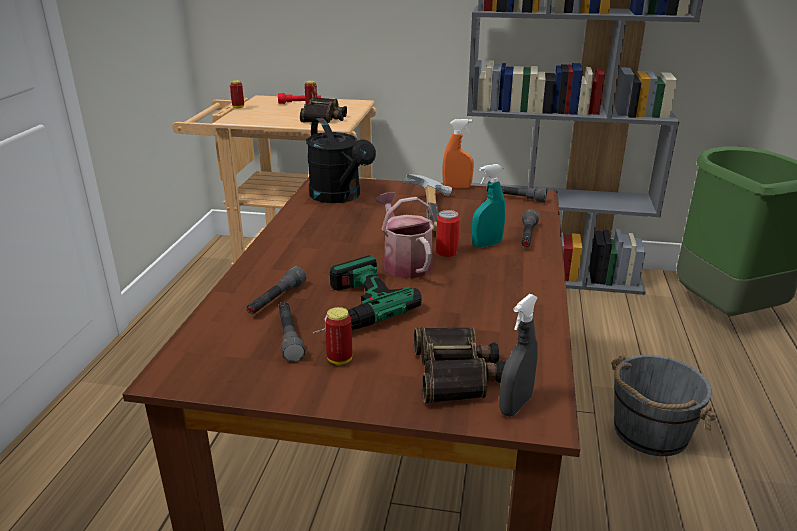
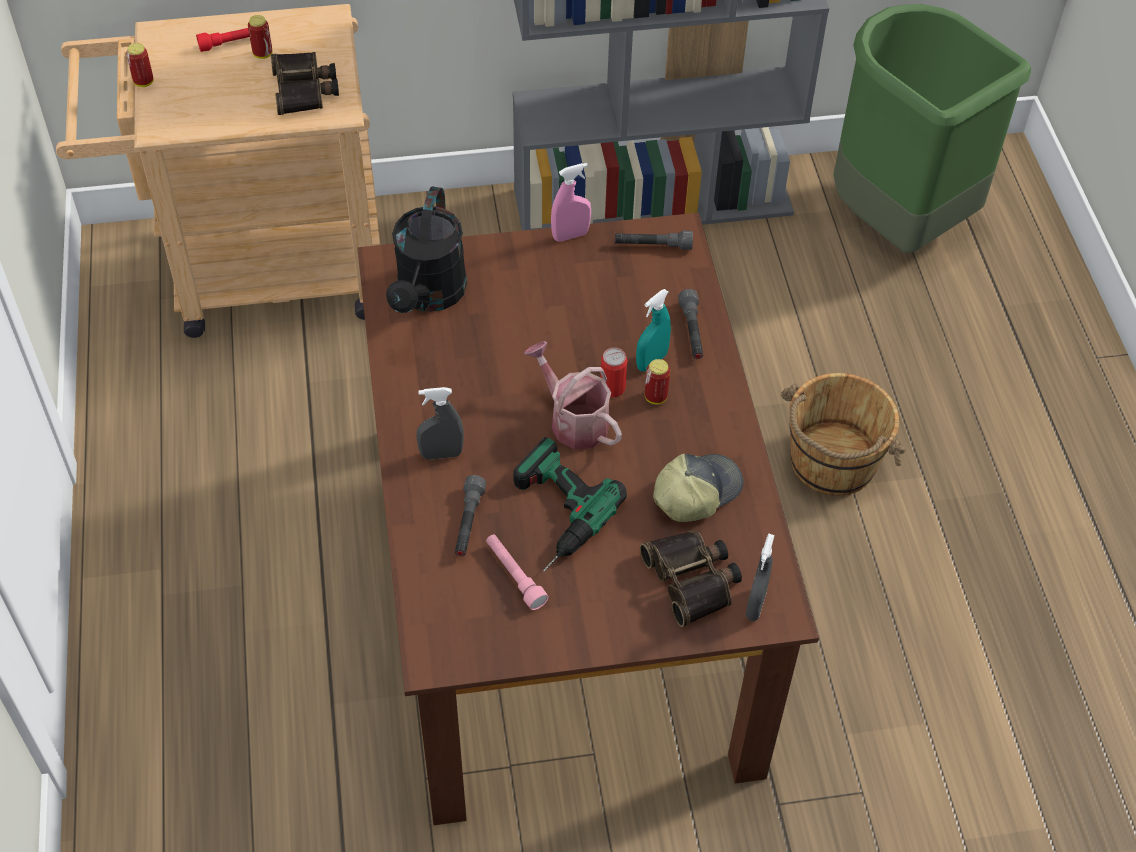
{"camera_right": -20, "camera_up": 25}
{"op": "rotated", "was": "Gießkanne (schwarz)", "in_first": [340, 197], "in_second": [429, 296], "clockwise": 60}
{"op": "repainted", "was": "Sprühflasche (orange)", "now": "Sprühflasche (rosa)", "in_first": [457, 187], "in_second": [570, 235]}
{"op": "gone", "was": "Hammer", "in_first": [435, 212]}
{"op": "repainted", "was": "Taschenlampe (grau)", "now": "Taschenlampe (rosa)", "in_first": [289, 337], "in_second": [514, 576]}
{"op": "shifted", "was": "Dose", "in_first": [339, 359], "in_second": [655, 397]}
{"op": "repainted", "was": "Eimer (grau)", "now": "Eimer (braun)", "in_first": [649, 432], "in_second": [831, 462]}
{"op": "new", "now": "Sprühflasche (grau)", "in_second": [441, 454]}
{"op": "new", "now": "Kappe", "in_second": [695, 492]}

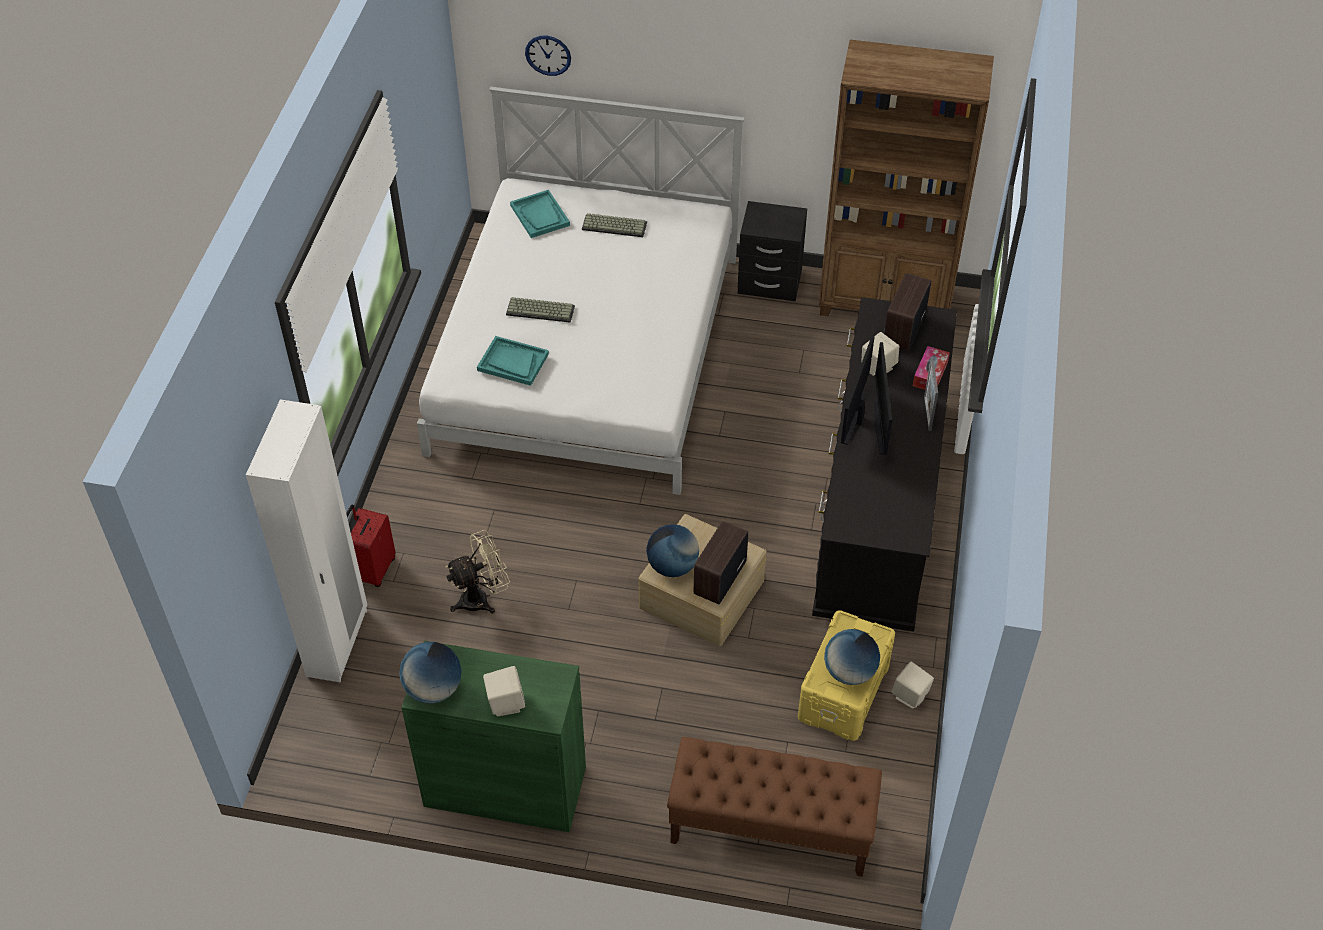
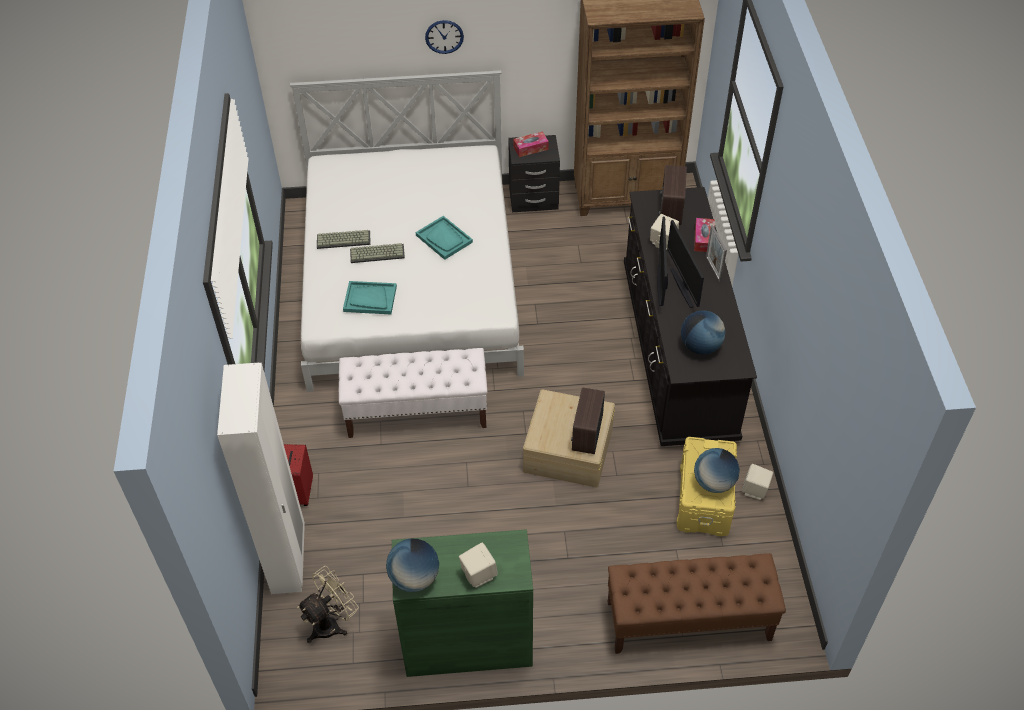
{"camera_right": -15, "camera_up": 0}
{"op": "shifted", "was": "Wanduhr", "in_first": [548, 55], "in_second": [444, 36]}
{"op": "shifted", "was": "Tablett (türkis)", "in_first": [540, 215], "in_second": [444, 239]}
{"op": "shifted", "was": "Tastatur", "in_first": [615, 225], "in_second": [344, 239]}
{"op": "shifted", "was": "Globus", "in_first": [672, 566], "in_second": [700, 346]}
{"op": "shifted", "was": "Ventilator (beige)", "in_first": [481, 598], "in_second": [331, 623]}
{"op": "new", "now": "Taschentuchbox", "in_second": [530, 148]}
{"op": "new", "now": "Bank (weiß)", "in_second": [417, 412]}

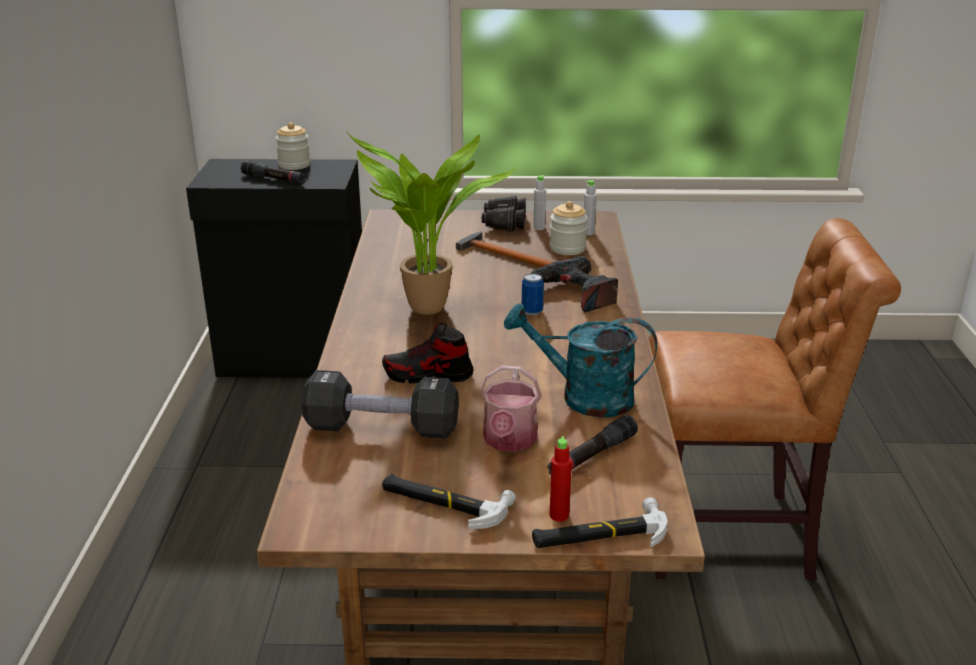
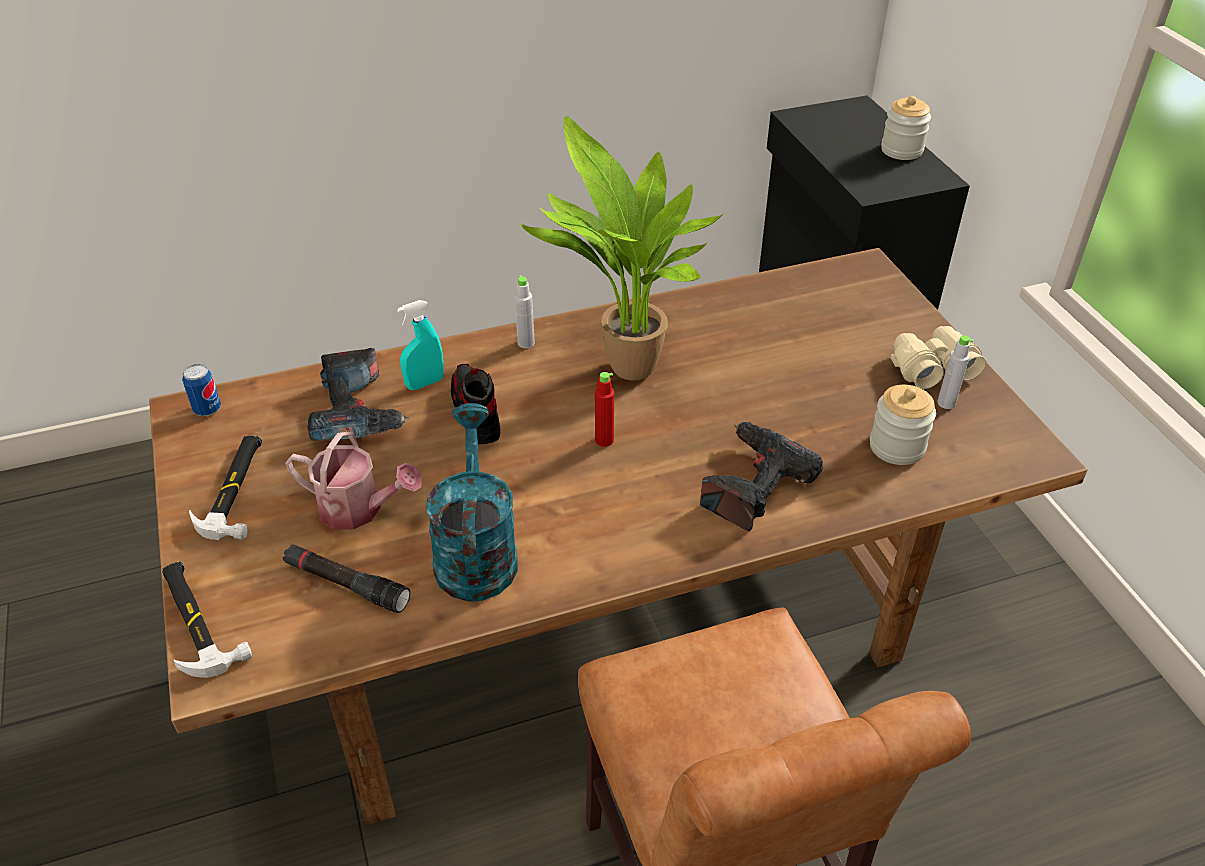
{"camera_right": 70, "camera_up": 15}
{"op": "gone", "was": "Taschenlampe (schwarz)", "in_first": [273, 179]}
{"op": "shifted", "was": "Flasche (grau)", "in_first": [588, 233], "in_second": [526, 343]}
{"op": "repainted", "was": "Fernglas (schwarz)", "now": "Fernglas (beige)", "in_first": [504, 223], "in_second": [931, 367]}
{"op": "gone", "was": "Hammer", "in_first": [503, 254]}
{"op": "shifted", "was": "Dose", "in_first": [532, 311], "in_second": [207, 409]}
{"op": "rotated", "was": "Gießkanne", "in_first": [509, 441], "in_second": [359, 509], "clockwise": -150}
{"op": "swapped", "was": "Hantel (schwarz)", "now": "Bohrmaschine", "in_first": [382, 428], "in_second": [358, 410]}
{"op": "shifted", "was": "Flasche (rot)", "in_first": [559, 515], "in_second": [604, 440]}
{"op": "new", "now": "Sprühflasche (türkis)", "in_second": [425, 383]}

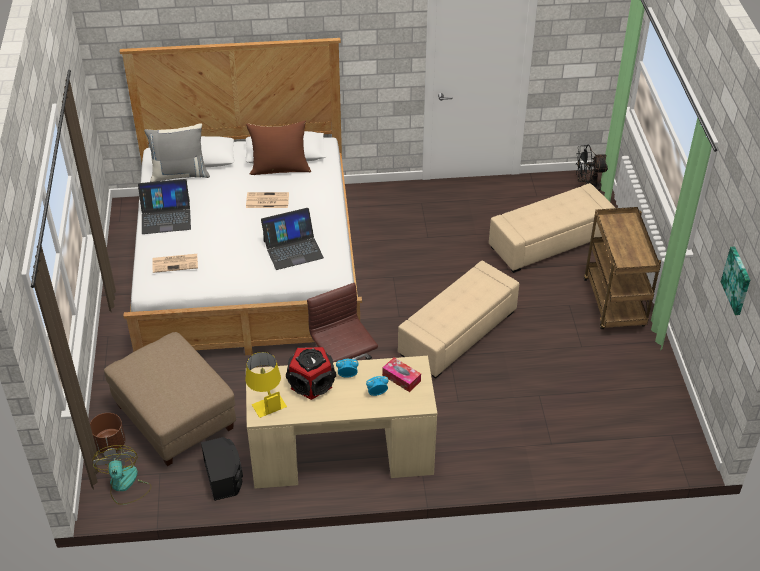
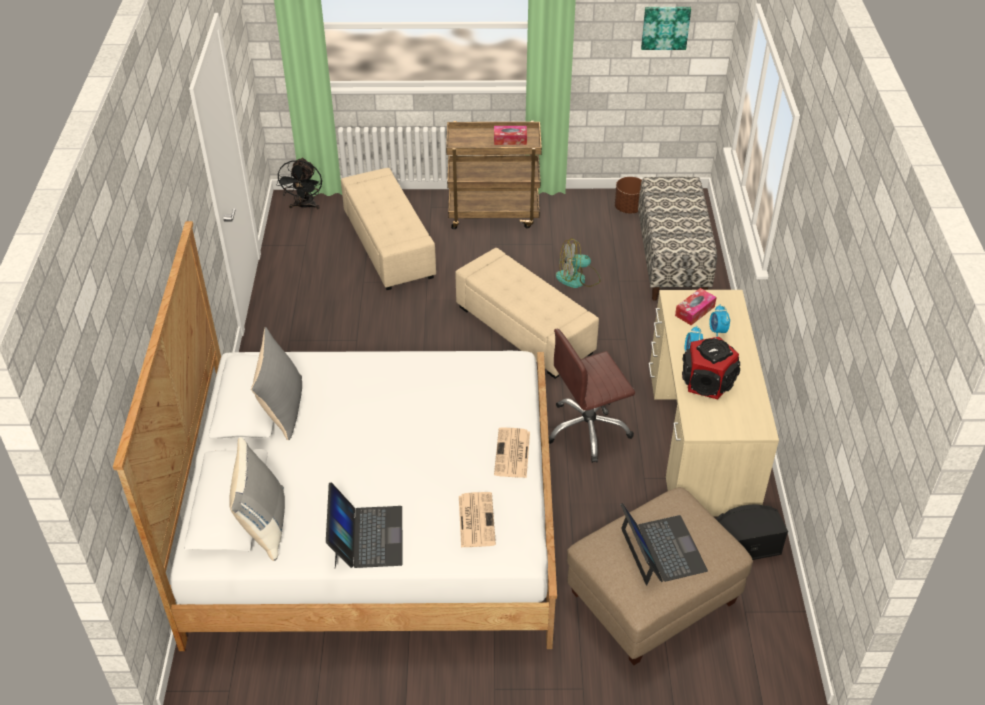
{"camera_right": -85, "camera_up": 0}
{"op": "repainted", "was": "Kissen (braun)", "now": "Kissen (grau)", "in_first": [280, 168], "in_second": [283, 408]}
{"op": "shifted", "was": "Zeitung", "in_first": [267, 201], "in_second": [512, 454]}
{"op": "shifted", "was": "Laptop", "in_first": [293, 249], "in_second": [661, 550]}
{"op": "gone", "was": "Tischlampe (gelb)", "in_first": [266, 401]}
{"op": "shifted", "was": "Pflanzkübel (braun)", "in_first": [110, 444], "in_second": [628, 208]}
{"op": "shifted", "was": "Ventilator", "in_first": [125, 485], "in_second": [578, 278]}
{"op": "new", "now": "Taschentuchbox", "in_second": [510, 140]}
{"op": "new", "now": "Bank", "in_second": [672, 261]}

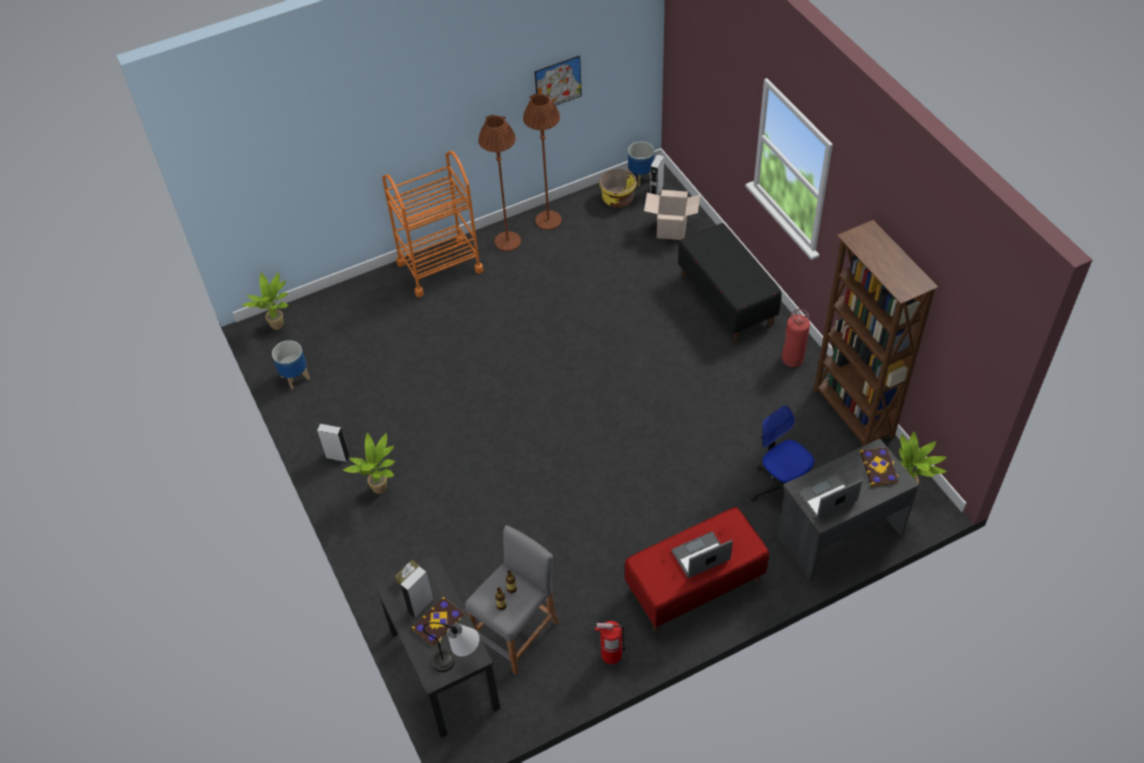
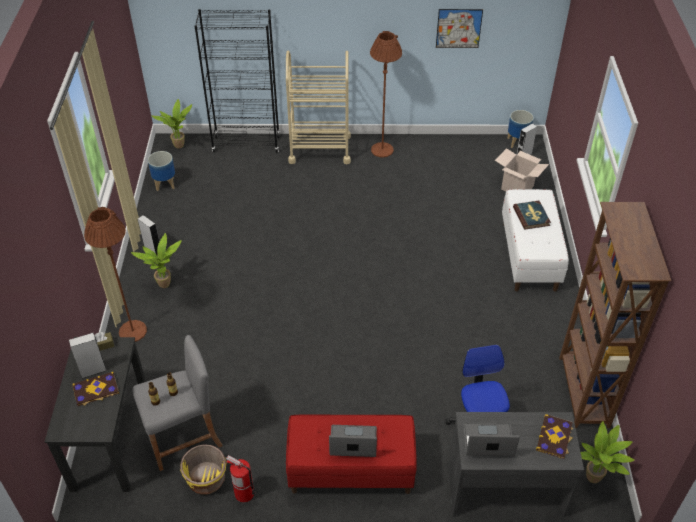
{"camera_right": 25, "camera_up": -5}
{"op": "shifted", "was": "Stehlampe (braun)", "in_first": [548, 220], "in_second": [133, 331]}
{"op": "repainted", "was": "Rollwagen (orange)", "now": "Rollwagen (beige)", "in_first": [439, 267], "in_second": [320, 149]}
{"op": "shifted", "was": "Pflanzkübel (gelb)", "in_first": [618, 199], "in_second": [206, 479]}
{"op": "repainted", "was": "Bank (schwarz)", "now": "Bank (weiß)", "in_first": [727, 299], "in_second": [529, 256]}
{"op": "gone", "was": "Feuerlöscher", "in_first": [792, 360]}
{"op": "gone", "was": "Tischlampe", "in_first": [459, 662]}
{"op": "new", "now": "Bücherregal (schwarz)", "in_second": [246, 144]}
{"op": "new", "now": "Buch", "in_second": [531, 216]}

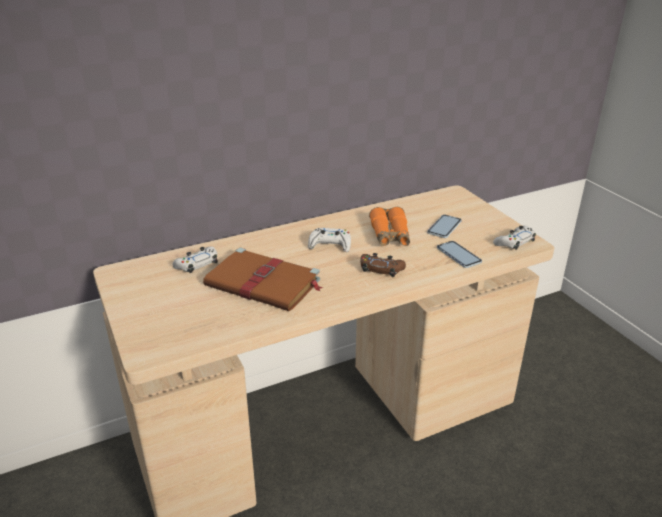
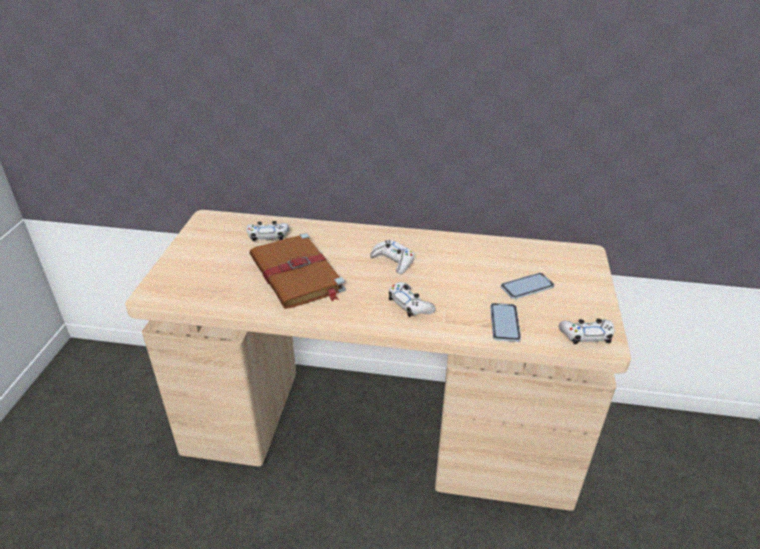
{"camera_right": 35, "camera_up": 5}
{"op": "gone", "was": "Fernglas (orange)", "in_first": [390, 235]}
{"op": "repainted", "was": "Gamepad (braun)", "now": "Gamepad (weiß)", "in_first": [381, 269], "in_second": [410, 305]}

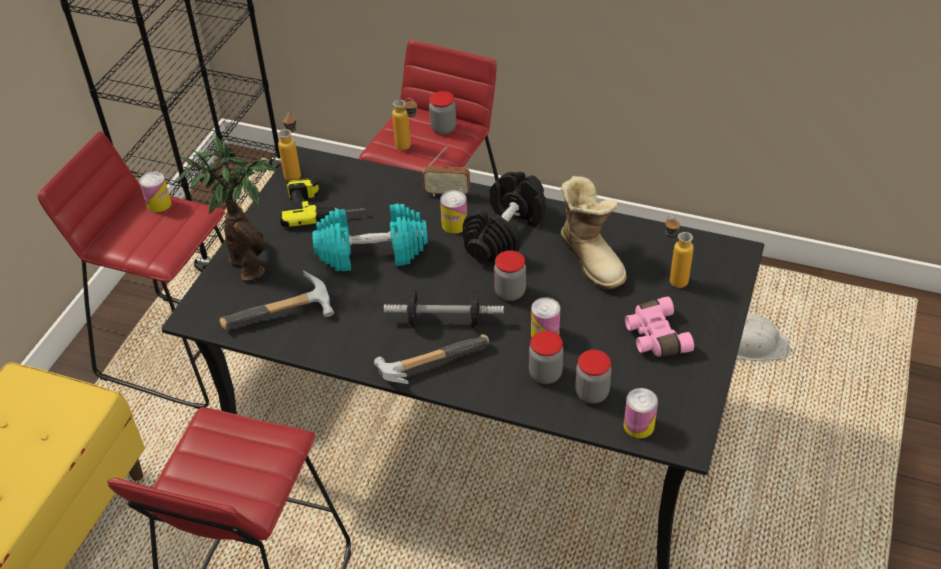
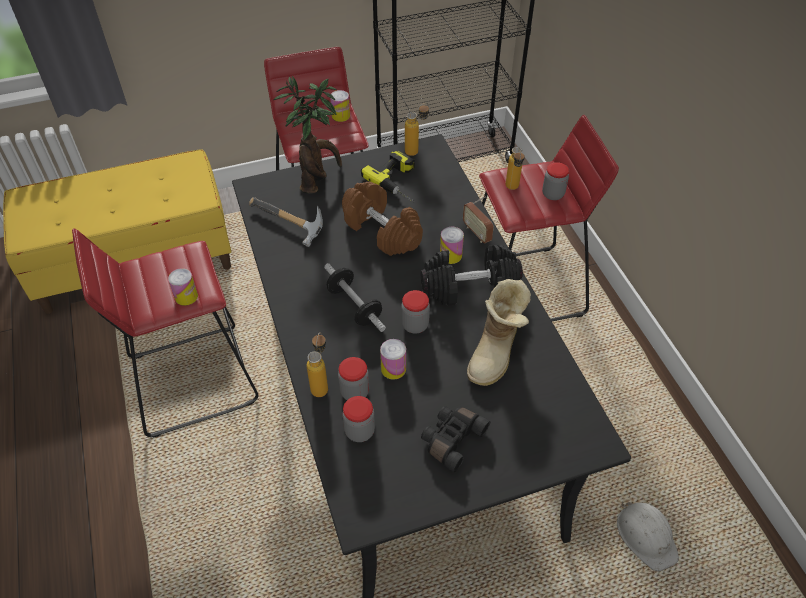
{"camera_right": 50, "camera_up": 5}
{"op": "repainted", "was": "Hantel (türkis)", "now": "Hantel (braun)", "in_first": [372, 252], "in_second": [382, 231]}
{"op": "shifted", "was": "Flasche", "in_first": [672, 278], "in_second": [321, 384]}
{"op": "repainted", "was": "Fernglas (rosa)", "now": "Fernglas (schwarz)", "in_first": [655, 336], "in_second": [451, 439]}
{"op": "gone", "was": "Hammer", "in_first": [428, 362]}
{"op": "shifted", "was": "Dose", "in_first": [638, 425], "in_second": [186, 296]}

